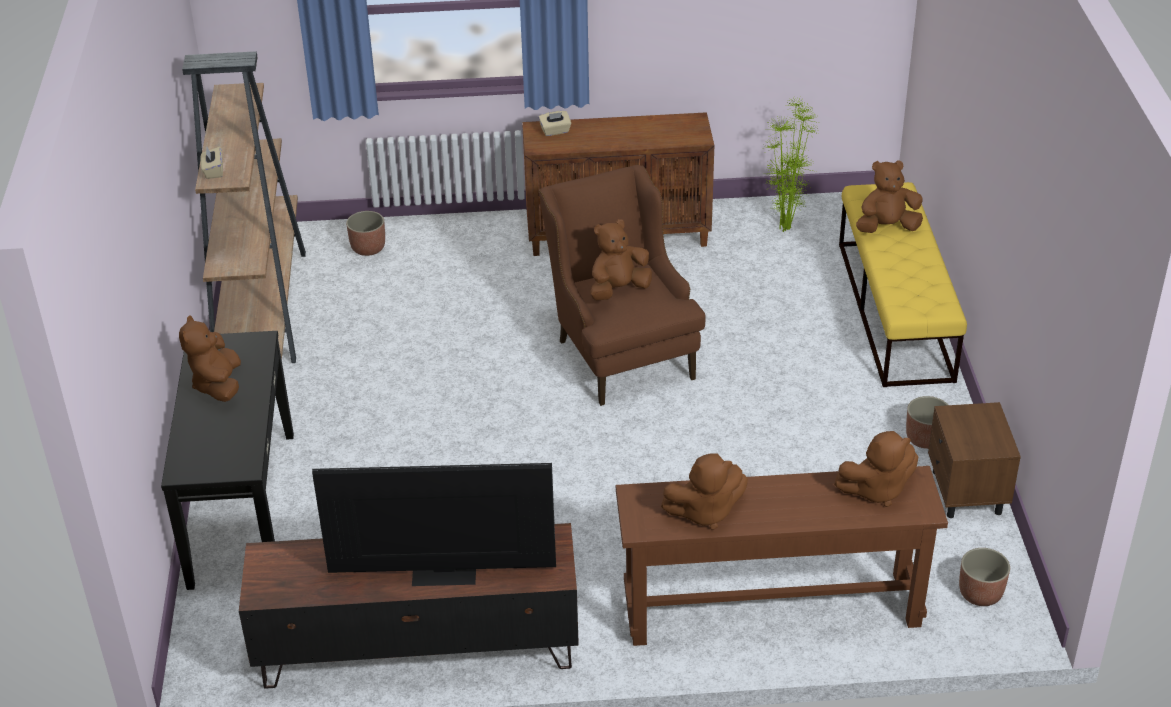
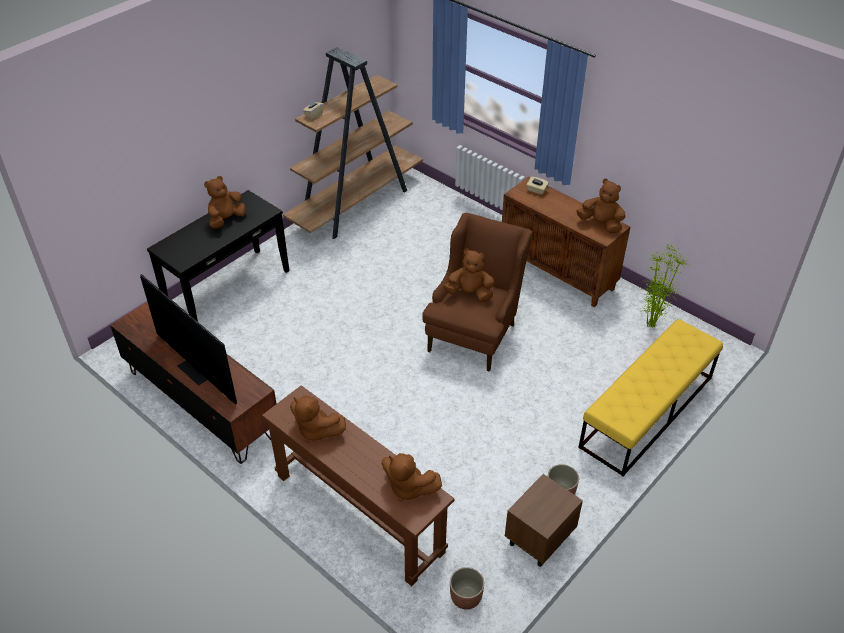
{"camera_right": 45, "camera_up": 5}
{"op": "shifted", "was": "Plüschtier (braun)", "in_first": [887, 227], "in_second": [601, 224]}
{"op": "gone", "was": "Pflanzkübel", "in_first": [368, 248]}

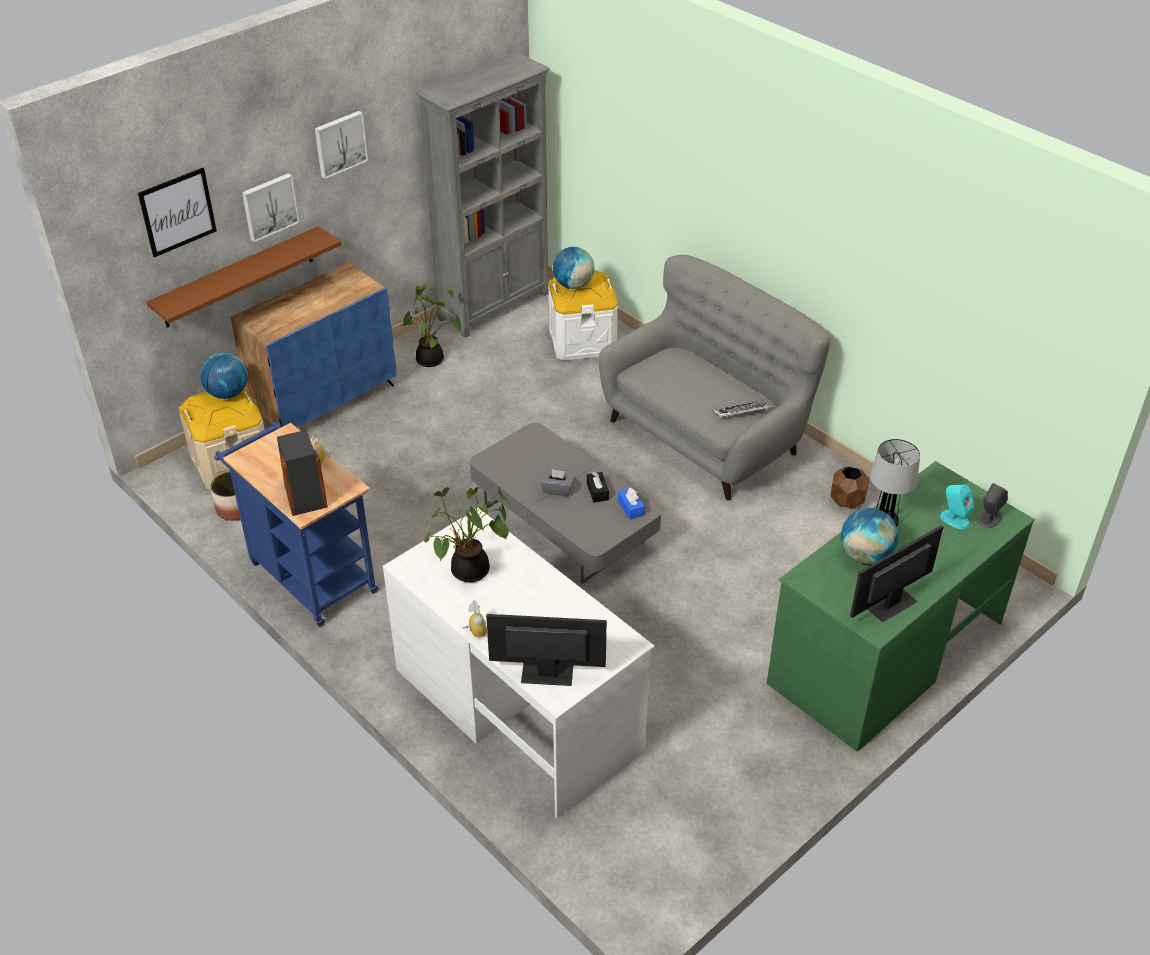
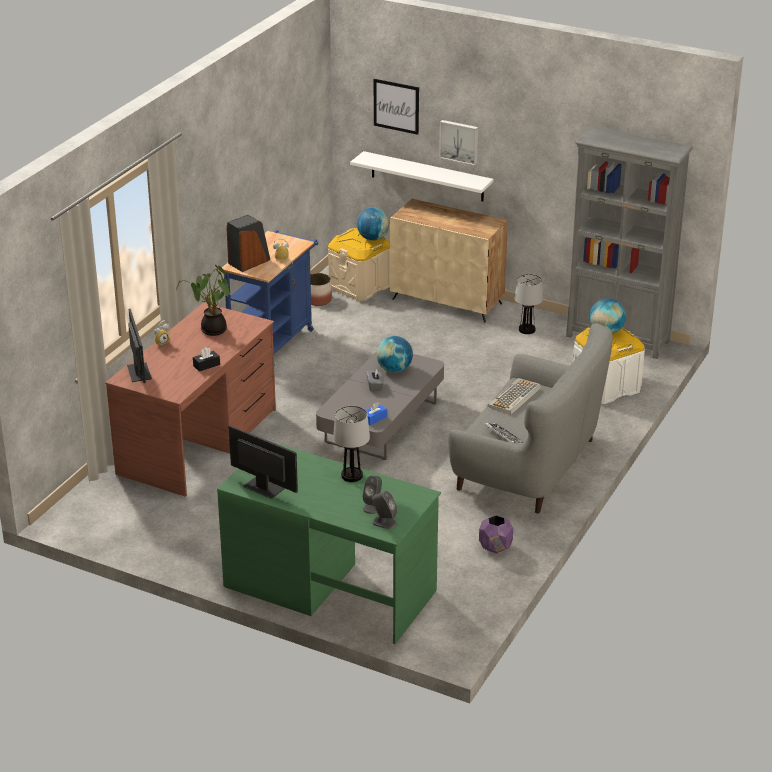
{"camera_right": 70, "camera_up": -10}
{"op": "gone", "was": "Bild", "in_first": [340, 143]}
{"op": "repainted", "was": "Wandregal (braun)", "now": "Wandregal (weiß)", "in_first": [238, 277], "in_second": [427, 176]}
{"op": "repainted", "was": "Schrank (blau)", "now": "Schrank (beige)", "in_first": [325, 400], "in_second": [447, 301]}
{"op": "swapped", "was": "Topfpflanze", "now": "Tischlampe", "in_first": [432, 360], "in_second": [527, 330]}
{"op": "repainted", "was": "Pflanzkübel (braun)", "now": "Pflanzkübel (lila)", "in_first": [847, 500], "in_second": [496, 547]}
{"op": "shifted", "was": "Taschentuchbox (schwarz)", "in_first": [597, 491], "in_second": [206, 365]}
{"op": "repainted", "was": "Lautsprecher (türkis)", "now": "Lautsprecher (grau)", "in_first": [954, 519], "in_second": [373, 506]}
{"op": "repainted", "was": "Schreibtisch (weiß)", "now": "Schreibtisch (braun)", "in_first": [518, 707], "in_second": [198, 441]}
{"op": "shifted", "was": "Globus", "in_first": [865, 555], "in_second": [394, 369]}
{"op": "new", "now": "Tastatur", "in_second": [514, 397]}

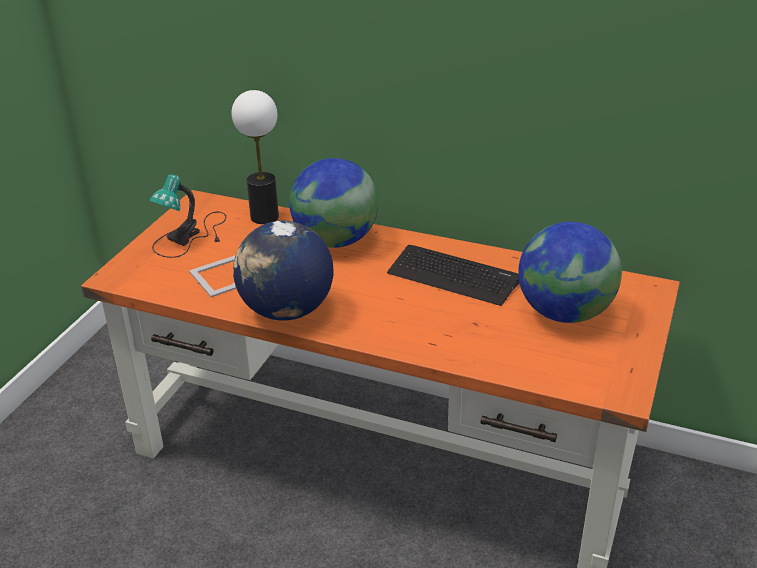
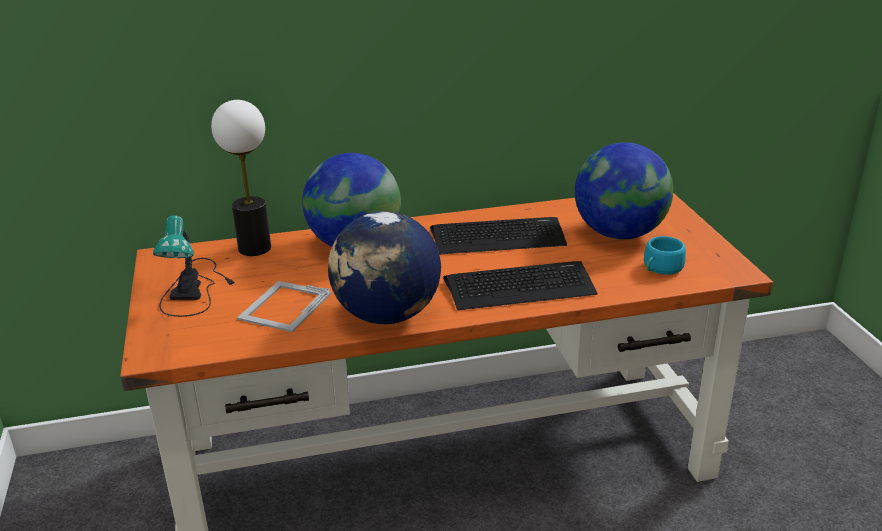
{"camera_right": -35, "camera_up": -5}
{"op": "new", "now": "Tasse (türkis)", "in_second": [660, 269]}
{"op": "new", "now": "Tastatur", "in_second": [520, 287]}

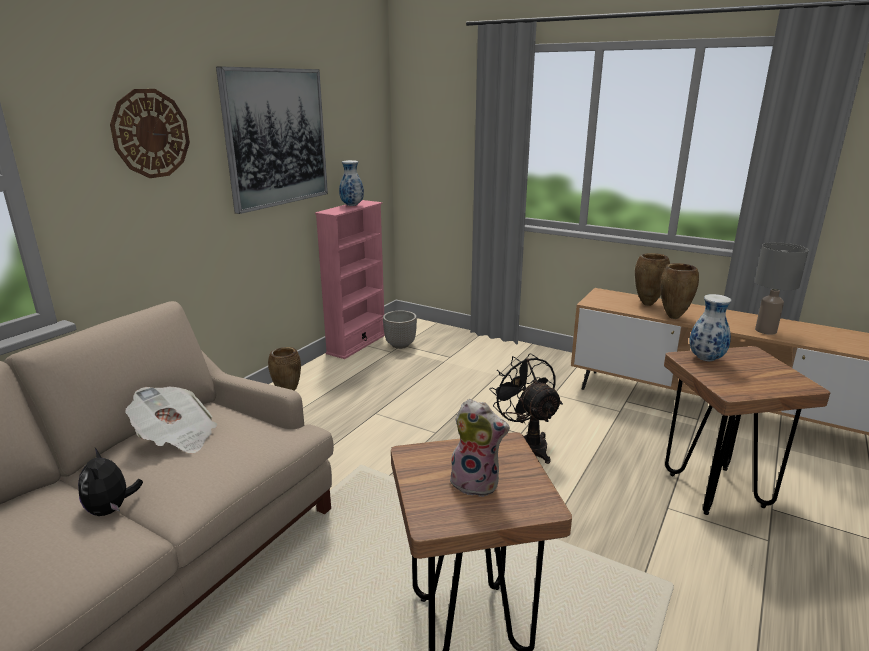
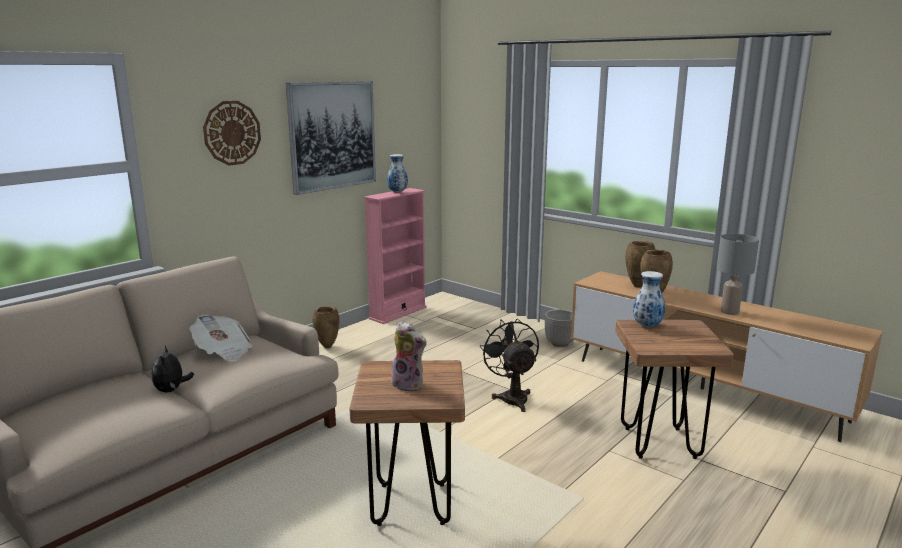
{"camera_right": 10, "camera_up": -5}
{"op": "shifted", "was": "Pflanzkübel", "in_first": [400, 345], "in_second": [560, 344]}

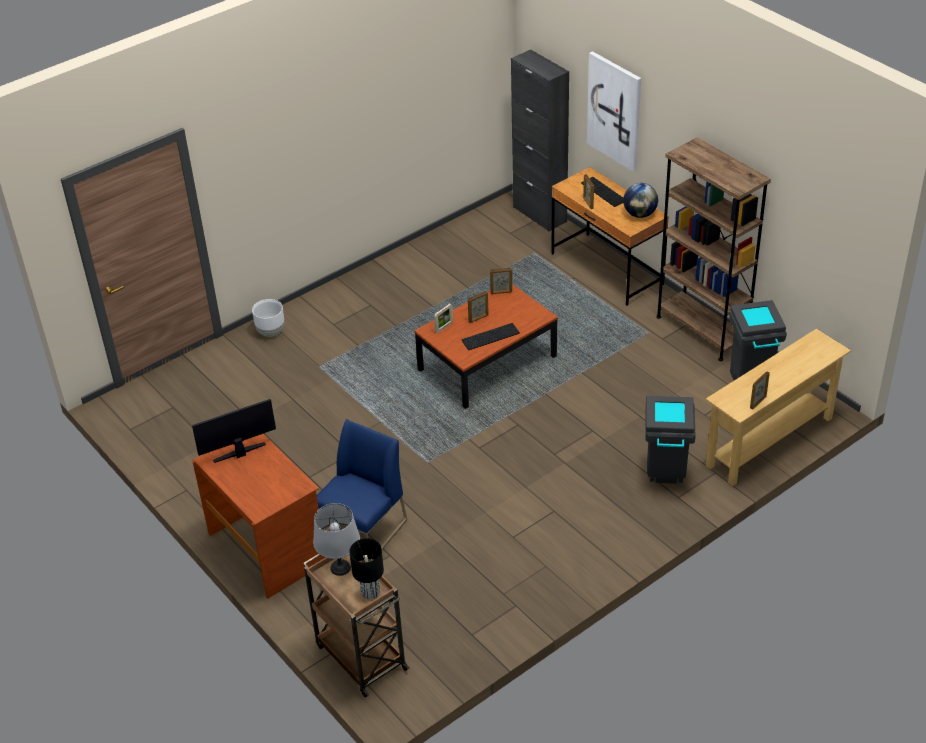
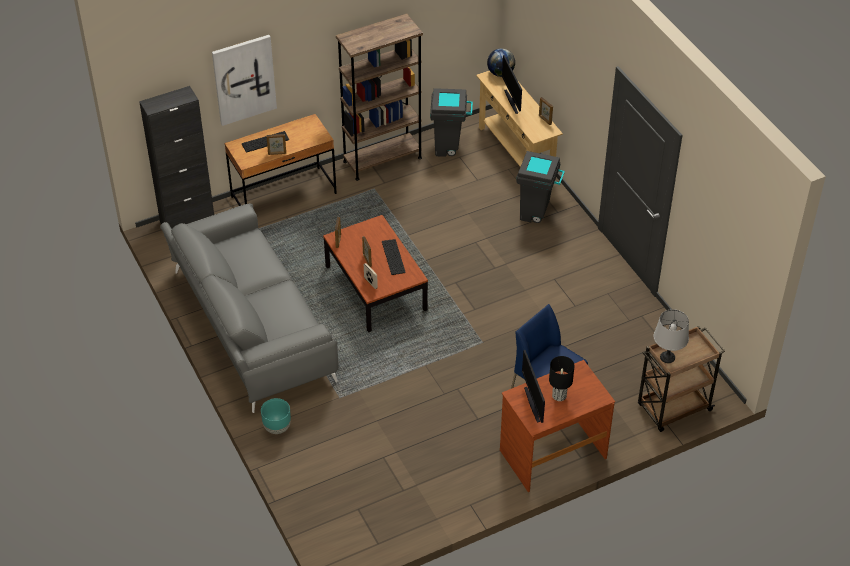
{"camera_right": -80, "camera_up": 5}
{"op": "shifted", "was": "Globus", "in_first": [640, 214], "in_second": [500, 73]}
{"op": "repainted", "was": "Pflanzkübel (weiß)", "now": "Pflanzkübel (türkis)", "in_first": [271, 332], "in_second": [277, 427]}
{"op": "shifted", "was": "Tischlampe (schwarz)", "in_first": [370, 592], "in_second": [559, 396]}
{"op": "new", "now": "Monitor", "in_second": [512, 101]}
{"op": "new", "now": "Sofa (grau)", "in_second": [250, 326]}

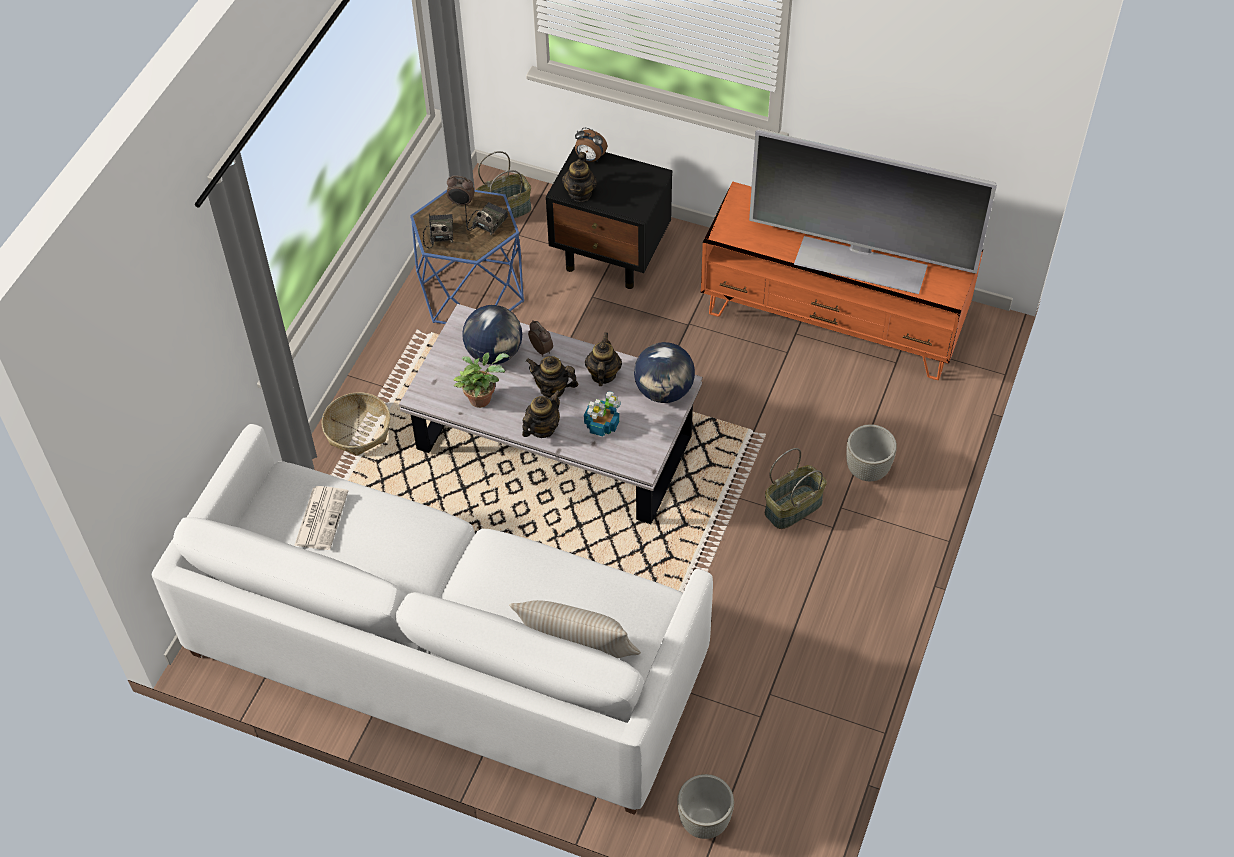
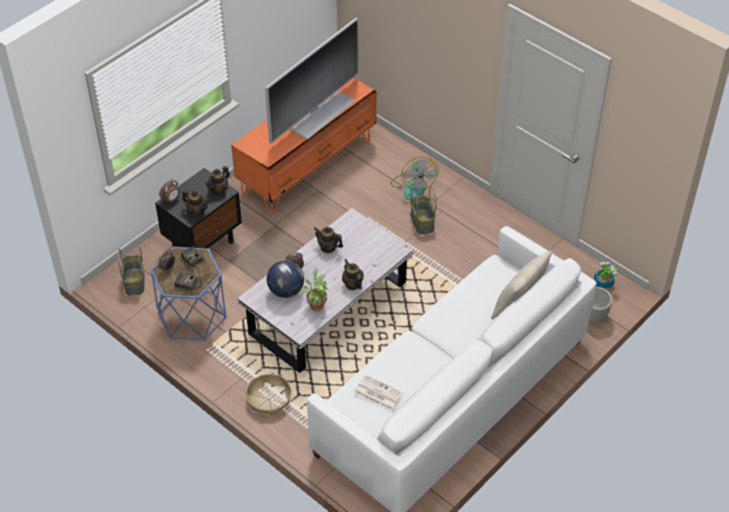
{"camera_right": -70, "camera_up": -5}
{"op": "gone", "was": "Globus", "in_first": [664, 391]}
{"op": "shifted", "was": "Teekanne", "in_first": [552, 389], "in_second": [219, 190]}
{"op": "shifted", "was": "Topfpflanze", "in_first": [602, 425], "in_second": [603, 282]}
{"op": "swapped", "was": "Pflanzkübel (grau)", "now": "Ventilator", "in_first": [867, 470], "in_second": [413, 185]}

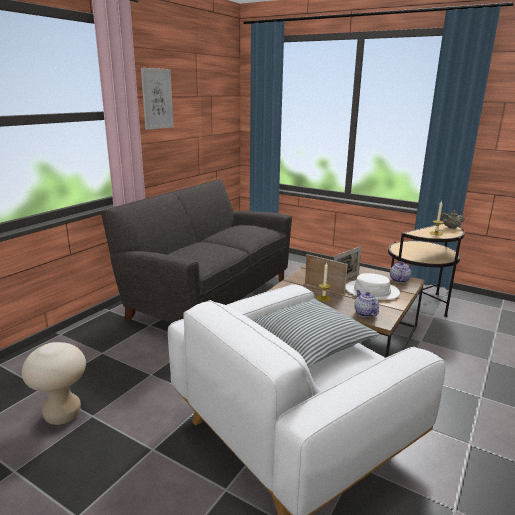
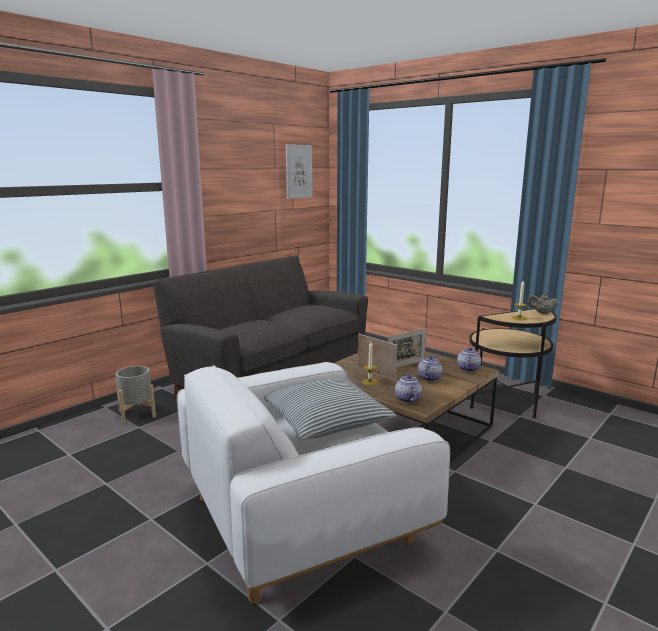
{"camera_right": 10, "camera_up": -5}
{"op": "shifted", "was": "Bild", "in_first": [157, 99], "in_second": [299, 171]}
{"op": "swapped", "was": "Hut (weiß)", "now": "Teekanne", "in_first": [372, 291], "in_second": [429, 378]}
{"op": "gone", "was": "Hocker (beige)", "in_first": [63, 415]}
{"op": "new", "now": "Pflanzkübel (grau)", "in_second": [137, 413]}

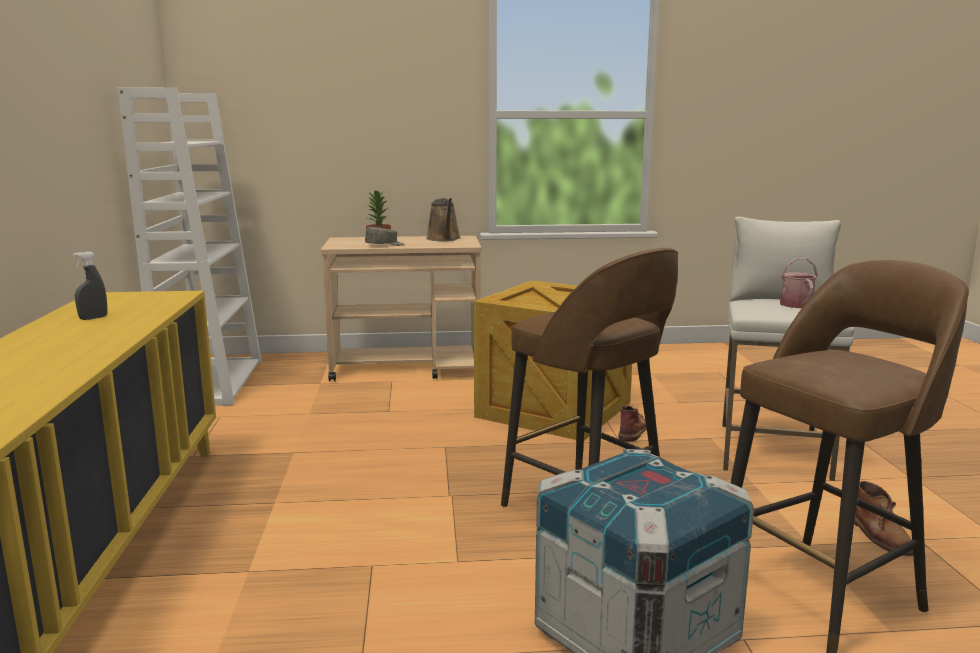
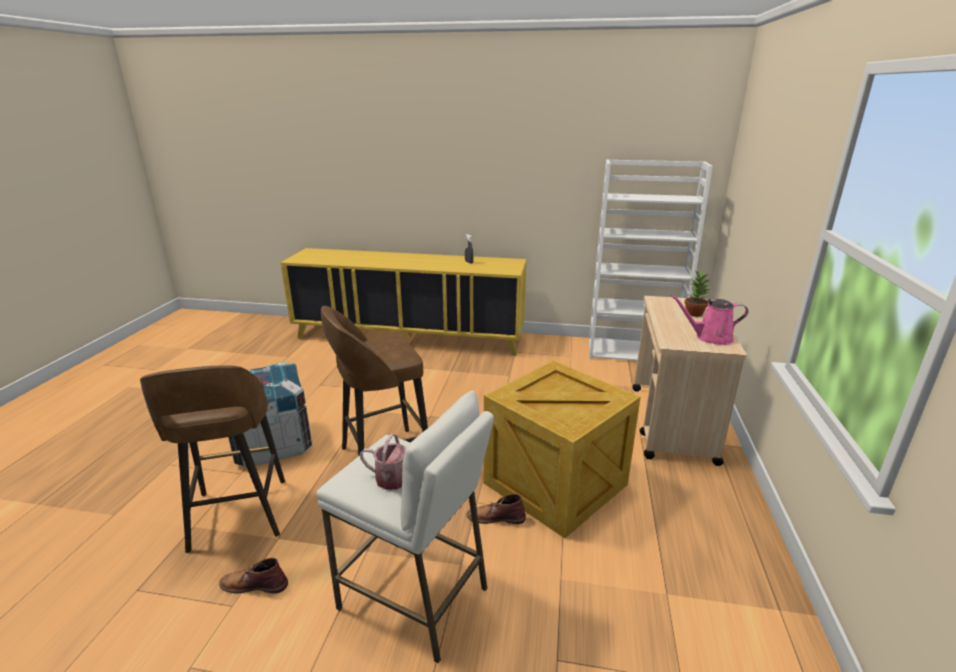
{"camera_right": 105, "camera_up": 10}
{"op": "repainted", "was": "Gießkanne (braun)", "now": "Gießkanne (rosa)", "in_first": [444, 239], "in_second": [710, 338]}
{"op": "gone", "was": "Kappe (grau)", "in_first": [385, 245]}
{"op": "rotated", "was": "Stiefel (braun)", "in_first": [632, 430], "in_second": [495, 517], "clockwise": 150}

